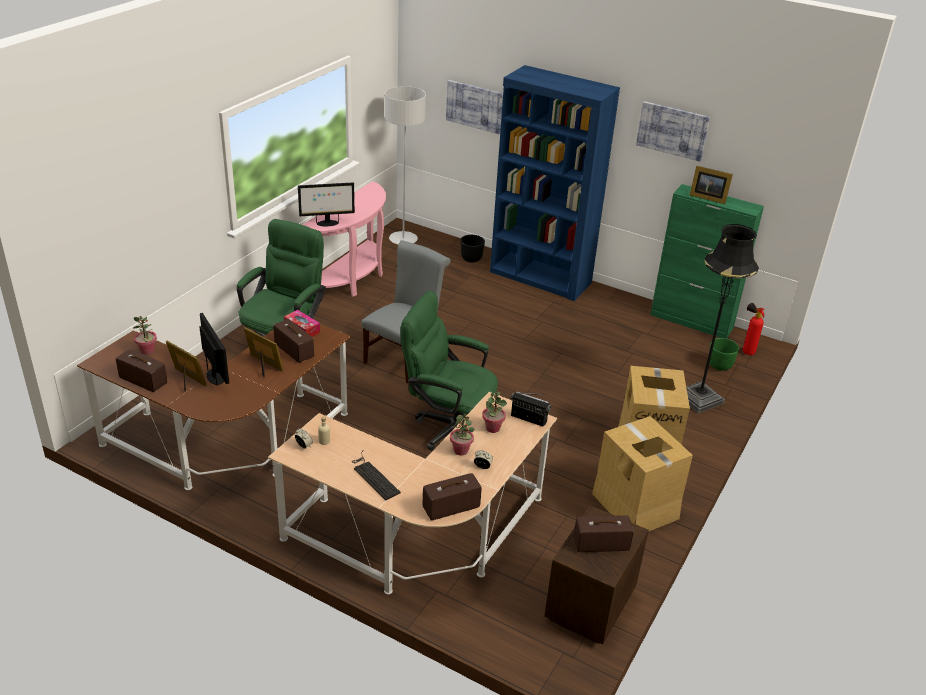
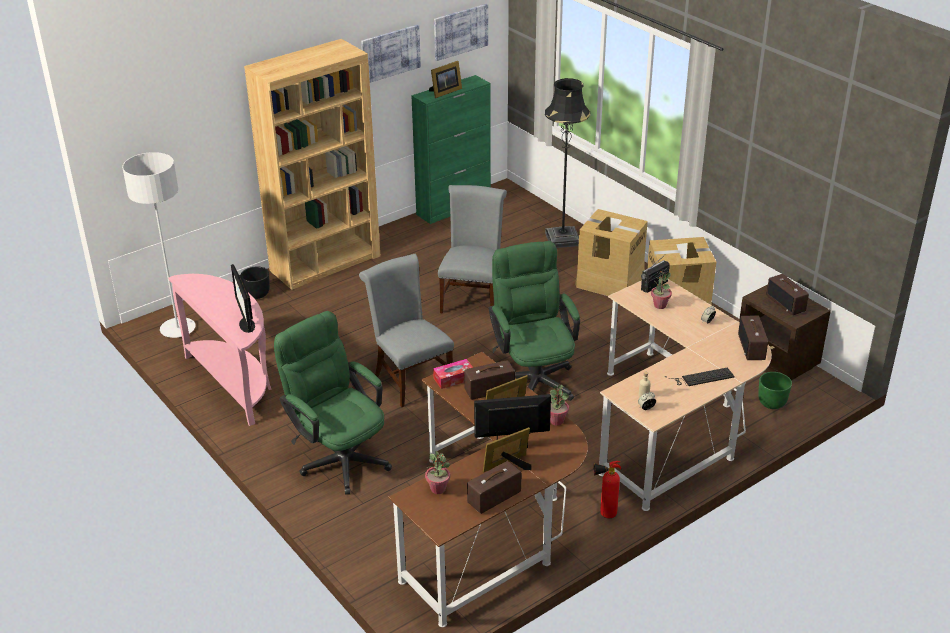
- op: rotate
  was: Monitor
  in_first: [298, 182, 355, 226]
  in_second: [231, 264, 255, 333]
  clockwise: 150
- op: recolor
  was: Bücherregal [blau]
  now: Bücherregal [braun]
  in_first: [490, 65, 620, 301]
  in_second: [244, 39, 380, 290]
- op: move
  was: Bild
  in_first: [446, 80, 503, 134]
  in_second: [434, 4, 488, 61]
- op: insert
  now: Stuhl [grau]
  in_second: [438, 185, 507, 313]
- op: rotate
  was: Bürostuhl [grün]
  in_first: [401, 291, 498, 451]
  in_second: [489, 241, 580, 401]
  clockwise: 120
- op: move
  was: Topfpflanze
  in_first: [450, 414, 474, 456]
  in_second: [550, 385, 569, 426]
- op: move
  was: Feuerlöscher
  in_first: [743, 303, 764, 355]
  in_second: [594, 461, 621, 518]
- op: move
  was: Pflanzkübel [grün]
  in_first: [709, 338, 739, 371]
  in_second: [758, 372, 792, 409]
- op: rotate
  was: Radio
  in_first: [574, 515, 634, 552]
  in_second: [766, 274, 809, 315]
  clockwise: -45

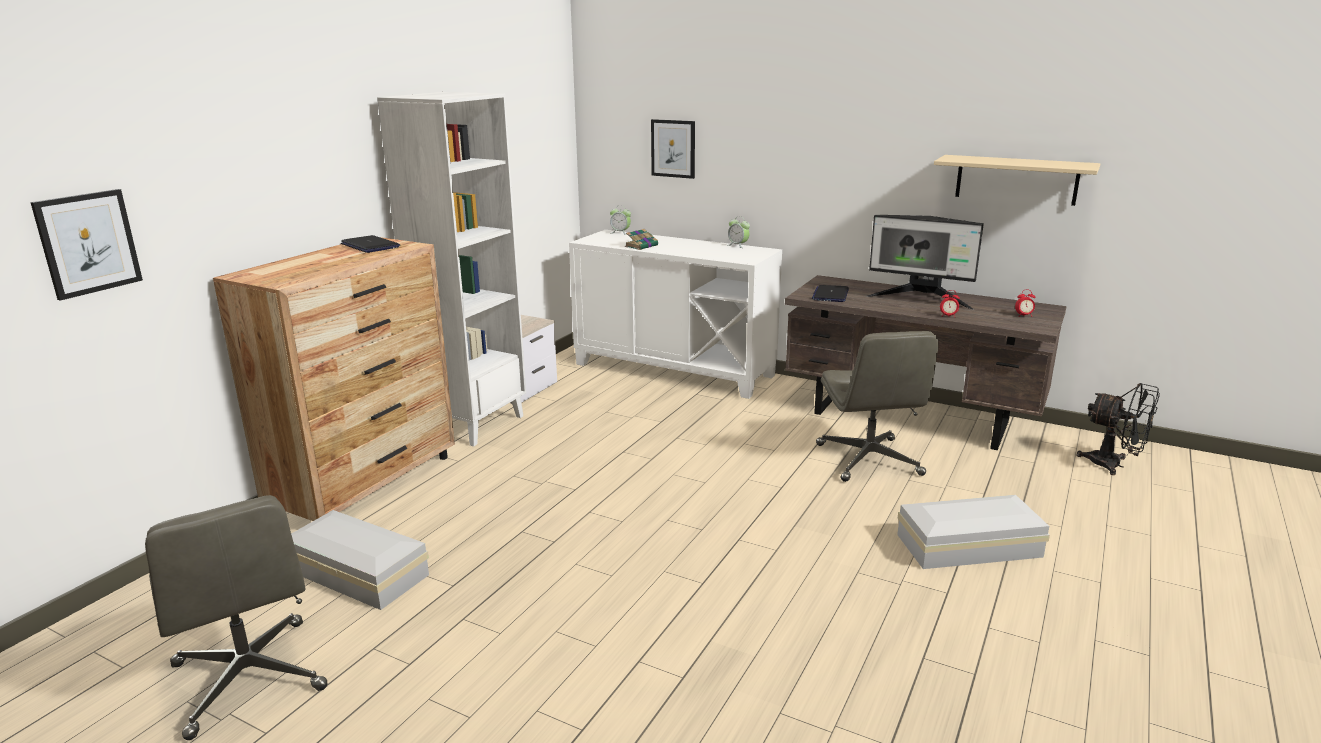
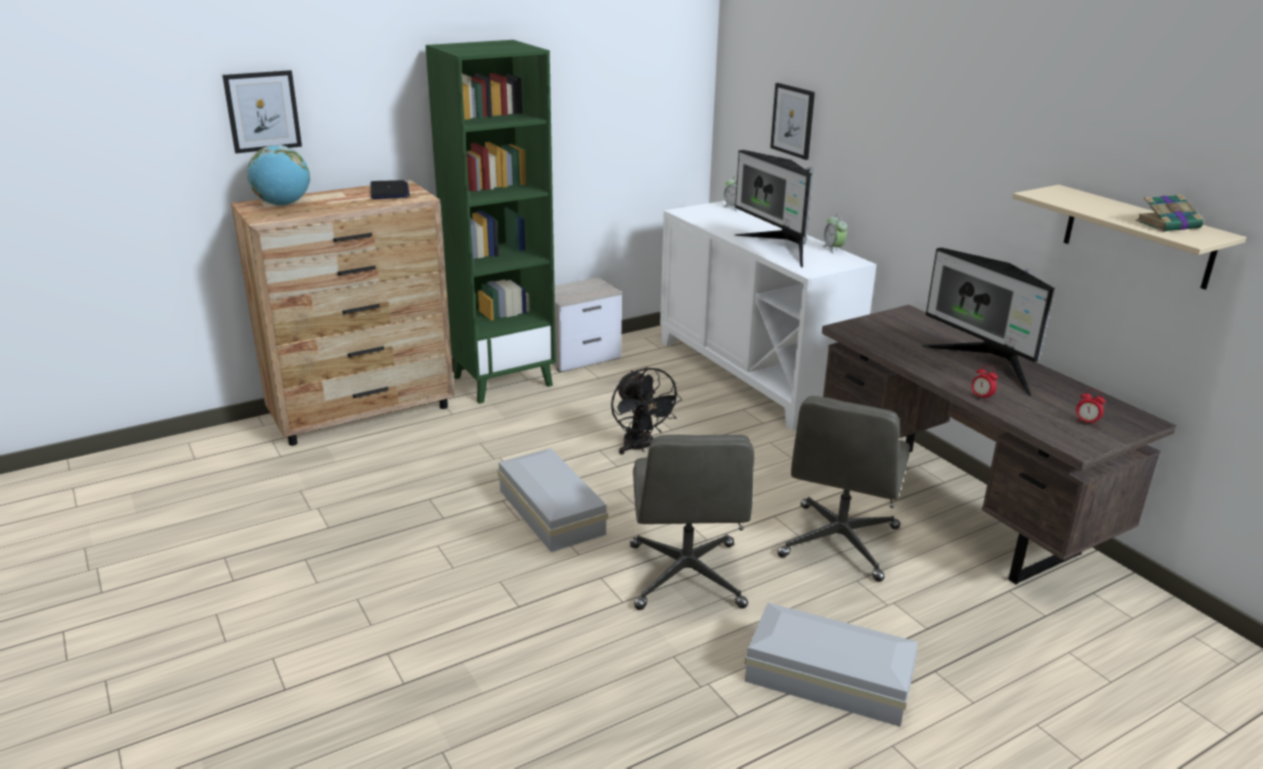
- op: move
  was: Bild
  in_first: [30, 189, 143, 301]
  in_second: [222, 70, 302, 153]
- op: insert
  now: Globus
  in_second: [247, 145, 310, 206]
- op: recolor
  was: Bücherregal [weiß]
  now: Bücherregal [grün]
  in_first: [377, 92, 526, 446]
  in_second: [426, 40, 556, 404]
- op: move
  was: Aufbewahrungsbox [weiß]
  in_first: [291, 510, 429, 610]
  in_second: [497, 448, 608, 552]
- op: move
  was: Ventilator [schwarz]
  in_first: [1076, 383, 1160, 475]
  in_second: [611, 367, 682, 454]
- op: move
  was: Bürostuhl [grau]
  in_first: [145, 495, 327, 740]
  in_second: [630, 435, 754, 610]
- op: insert
  now: Monitor
  in_second: [735, 150, 813, 268]
- op: move
  was: Buch
  in_first: [625, 229, 659, 250]
  in_second: [1136, 194, 1204, 232]
- op: delete
  was: Laptop
  in_first: [812, 285, 849, 302]

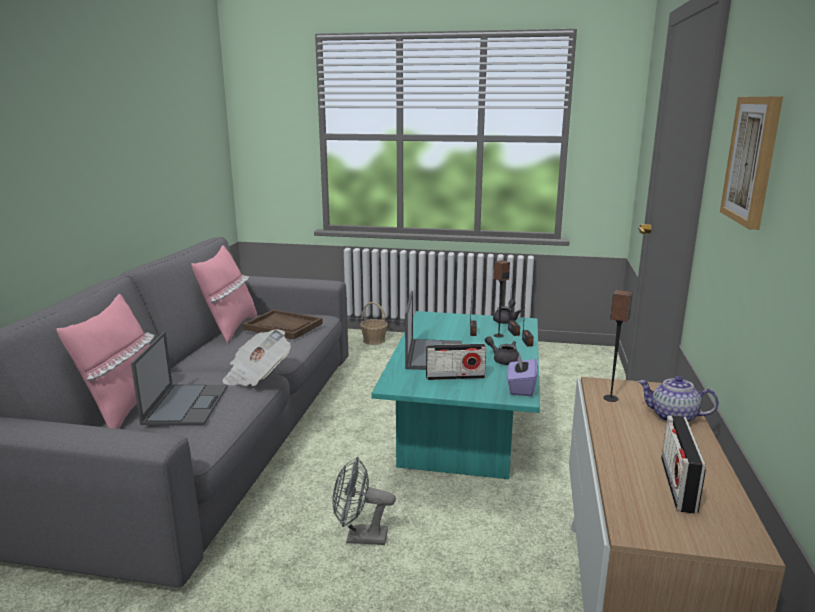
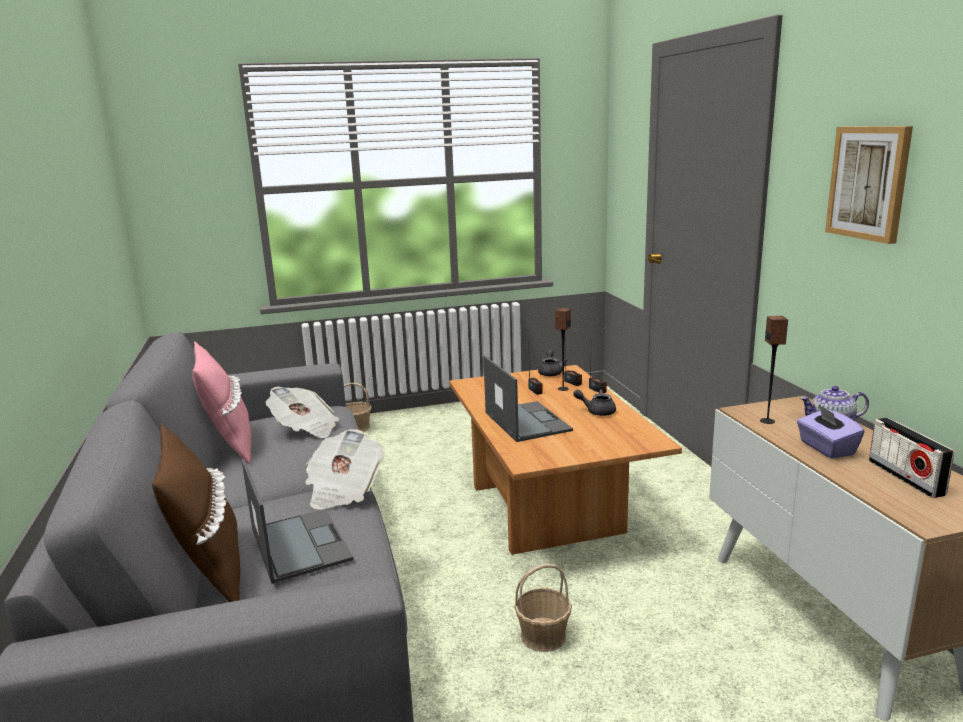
- op: recolor
  was: Kissen [rosa]
  now: Kissen [braun]
  in_first: [57, 294, 155, 429]
  in_second: [152, 424, 240, 602]
- op: replace
  was: Tablett [braun]
  now: Zeitung
  in_first: [243, 310, 323, 339]
  in_second: [266, 387, 339, 438]
- op: recolor
  was: Couchtisch [türkis]
  now: Couchtisch [braun]
  in_first: [371, 311, 540, 479]
  in_second: [449, 365, 682, 555]
- op: replace
  was: Ventilator [grau]
  now: Korb
  in_first: [332, 457, 396, 545]
  in_second: [514, 564, 572, 652]
- op: move
  was: Taschentuchbox [lila]
  in_first: [507, 352, 538, 396]
  in_second: [797, 405, 864, 459]
- op: delete
  was: Radio
  in_first: [426, 343, 486, 380]

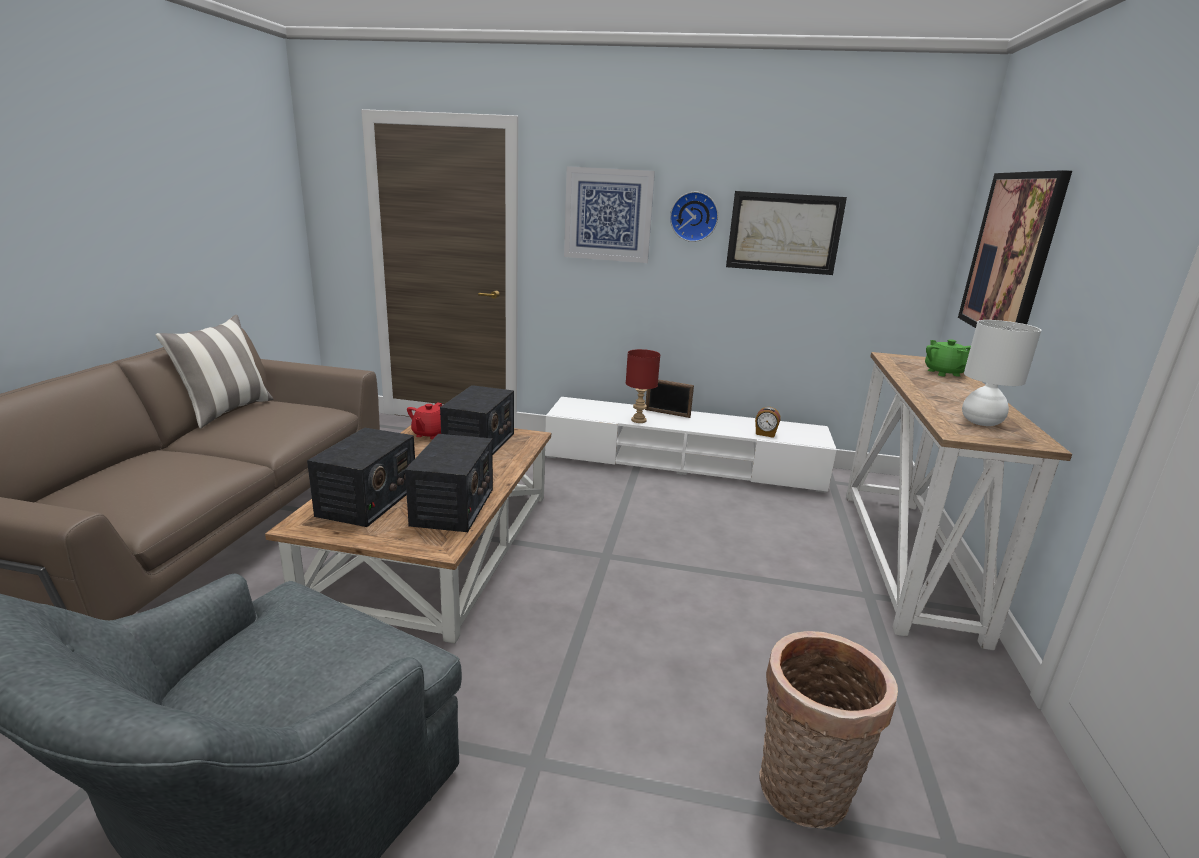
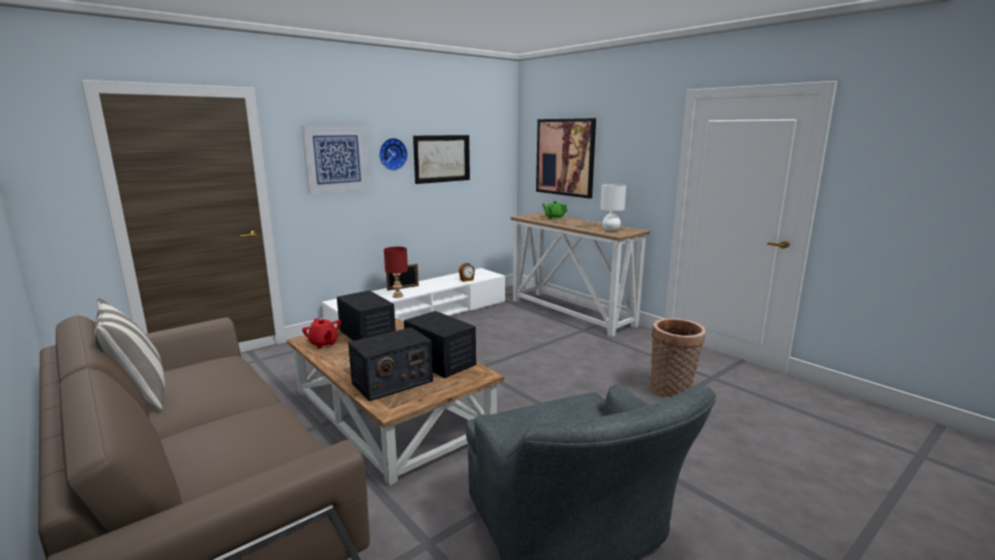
- op: rotate
  was: Radio
  in_first: [307, 428, 415, 527]
  in_second: [348, 327, 433, 401]
  clockwise: 90

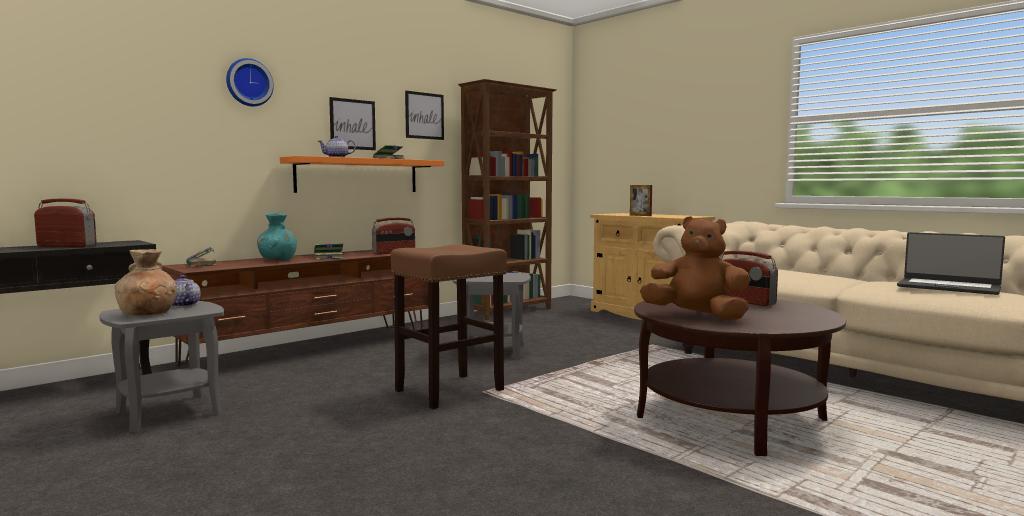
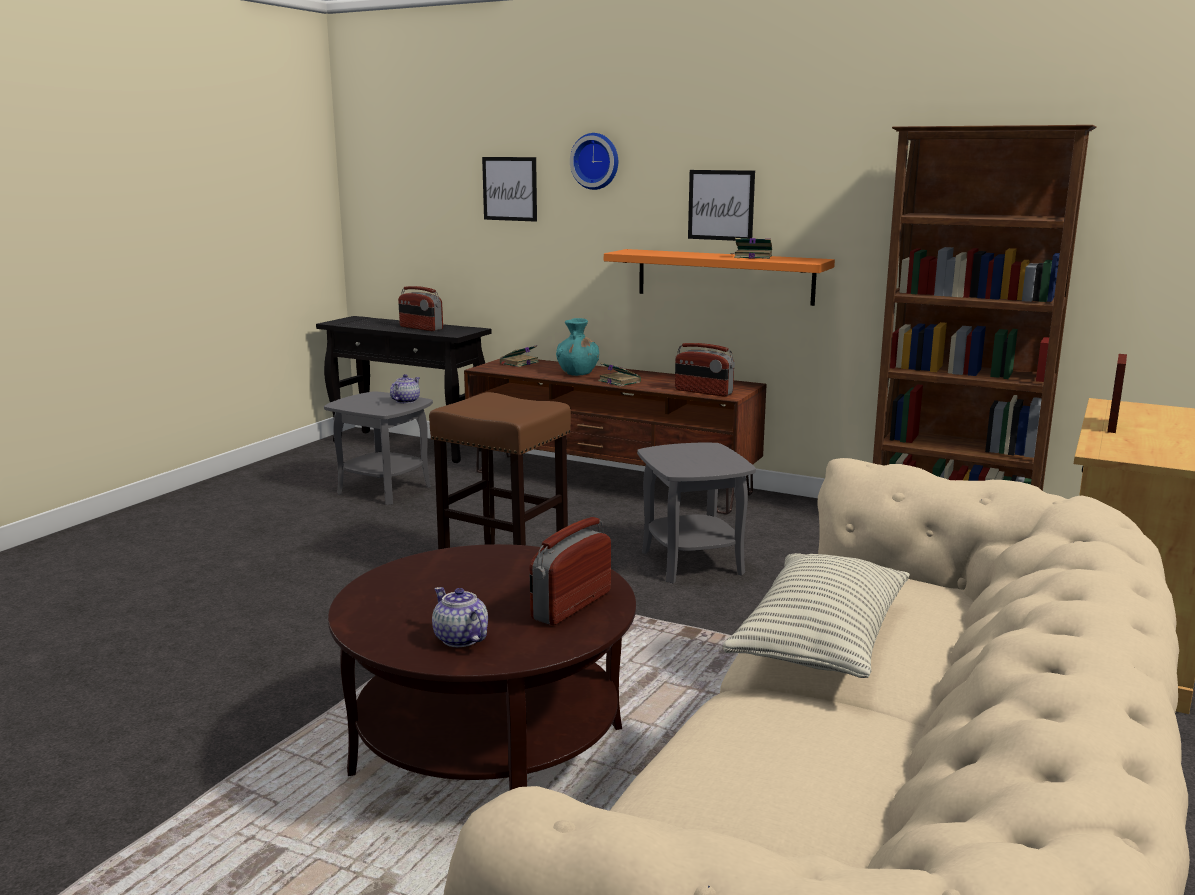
- op: rotate
  was: Radio
  in_first: [34, 199, 97, 247]
  in_second: [398, 286, 443, 331]
  clockwise: 135
- op: move
  was: Teekanne
  in_first: [318, 136, 356, 157]
  in_second: [432, 587, 488, 647]
- op: move
  was: Bild
  in_first: [405, 91, 444, 140]
  in_second: [482, 157, 537, 222]
- op: insert
  now: Kissen
  in_second: [723, 553, 910, 678]
- op: delete
  was: Vase [braun]
  in_first: [114, 249, 177, 316]
- op: delete
  was: Plüschtier [braun]
  in_first: [640, 216, 751, 320]
- op: delete
  was: Laptop
  in_first: [897, 232, 1005, 295]

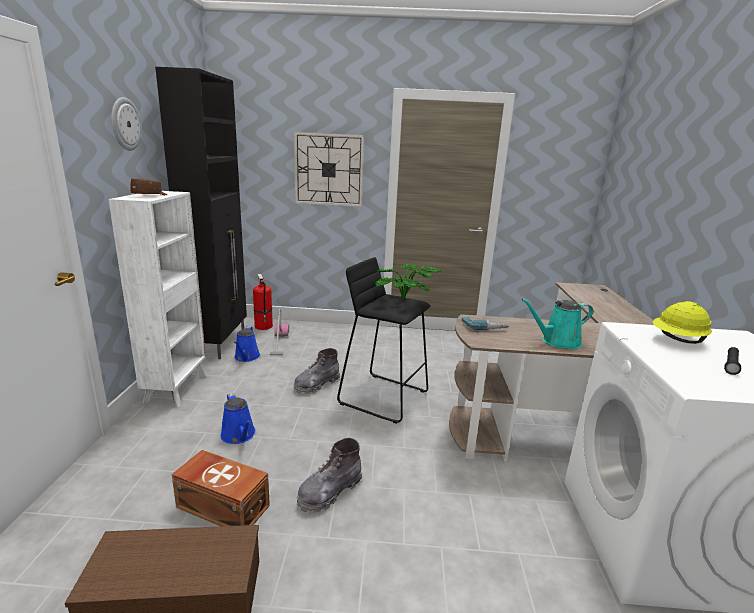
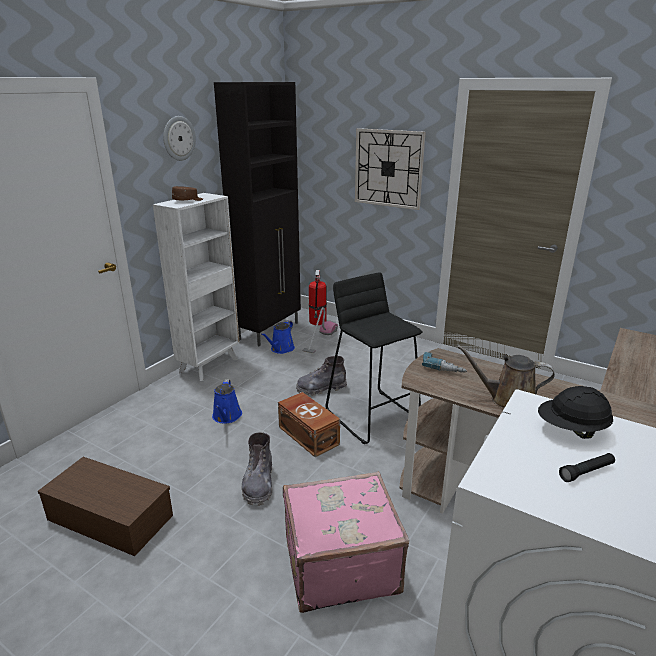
- op: rotate
  was: Stiefel [grau]
  in_first: [297, 438, 362, 513]
  in_second: [241, 432, 272, 506]
  clockwise: -75
- op: move
  was: Aufbewahrungsbox [braun]
  in_first: [172, 450, 270, 526]
  in_second: [278, 392, 340, 457]
- op: insert
  now: Koffer [rosa]
  in_second: [283, 471, 409, 613]
- op: recolor
  was: Gießkanne [türkis]
  now: Gießkanne [braun]
  in_first: [521, 299, 593, 349]
  in_second: [457, 345, 555, 409]
- op: recolor
  was: Schutzhelm [gelb]
  now: Schutzhelm [schwarz]
  in_first: [653, 301, 712, 344]
  in_second: [538, 386, 613, 439]
- op: delete
  was: Topfpflanze
  in_first: [375, 264, 441, 300]

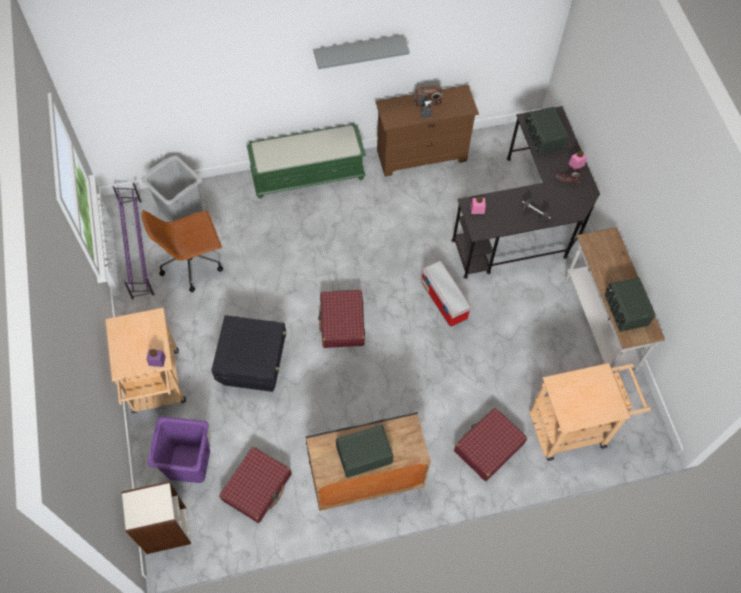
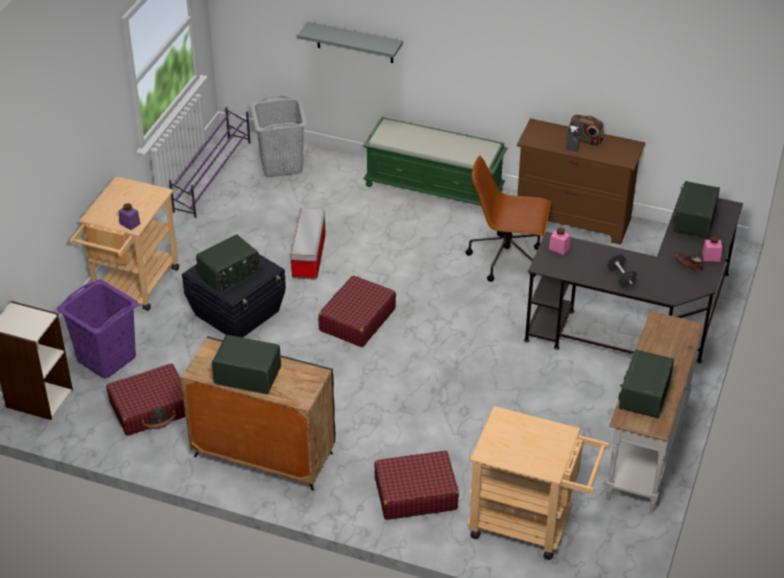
- op: insert
  now: Radio
  in_second: [196, 234, 260, 293]
- op: move
  was: Aufbewahrungsbox
  in_first: [422, 260, 471, 327]
  in_second: [290, 208, 326, 280]
- op: move
  was: Wandregal [grau]
  in_first: [313, 34, 410, 69]
  in_second: [297, 22, 403, 63]
- op: move
  was: Bürostuhl [braun]
  in_first: [141, 210, 223, 292]
  in_second: [466, 156, 551, 282]

